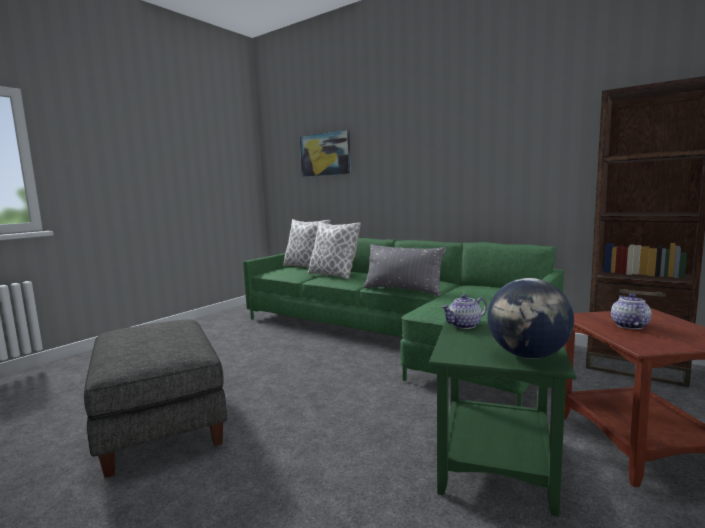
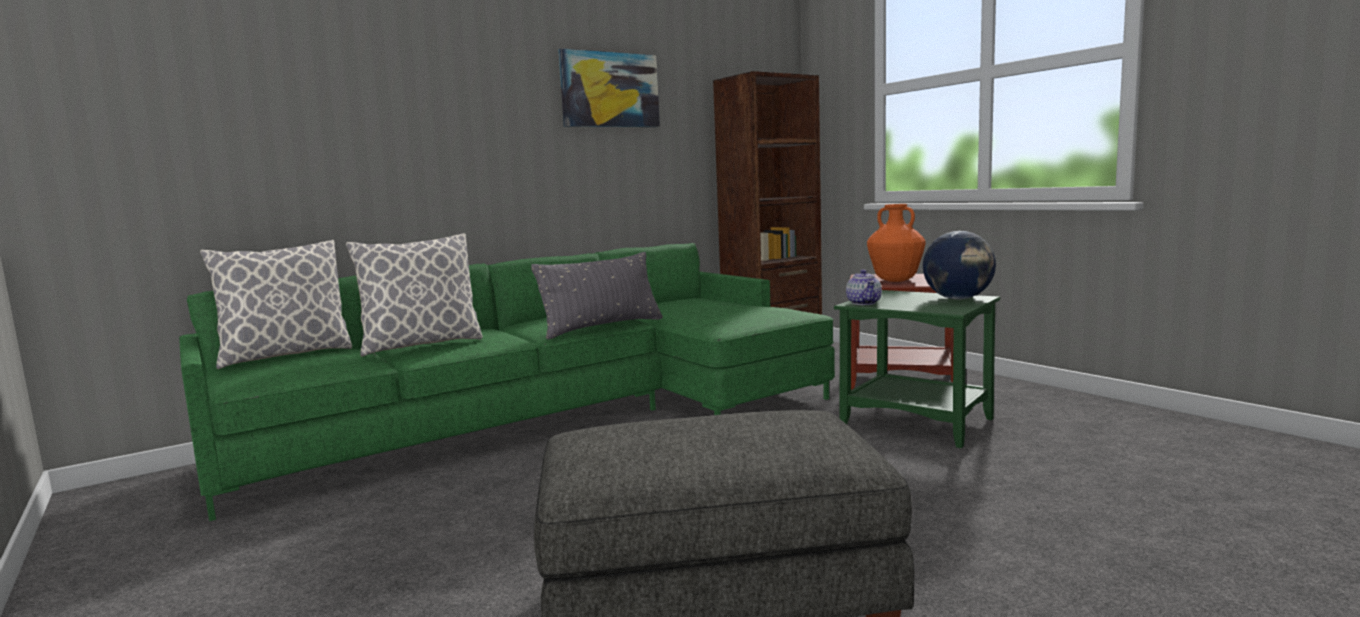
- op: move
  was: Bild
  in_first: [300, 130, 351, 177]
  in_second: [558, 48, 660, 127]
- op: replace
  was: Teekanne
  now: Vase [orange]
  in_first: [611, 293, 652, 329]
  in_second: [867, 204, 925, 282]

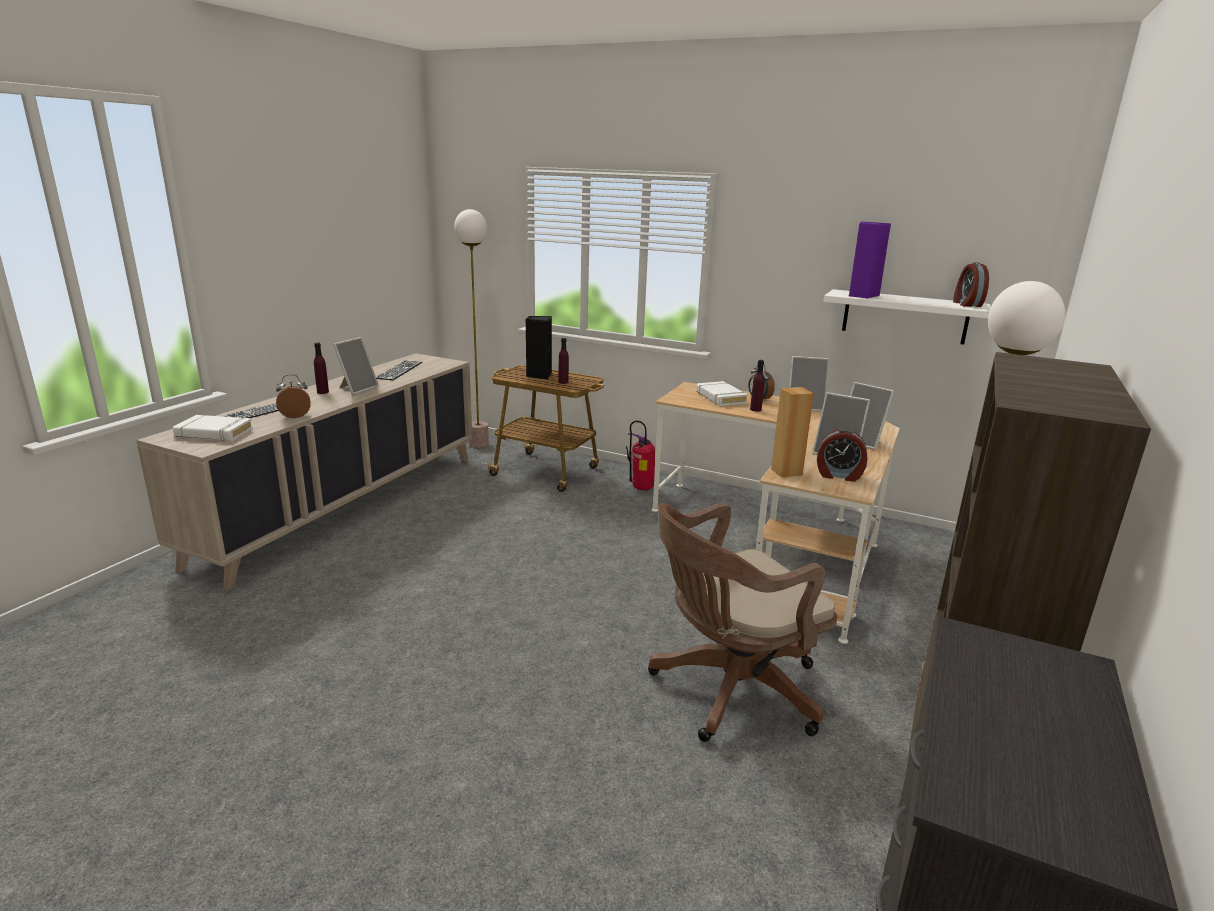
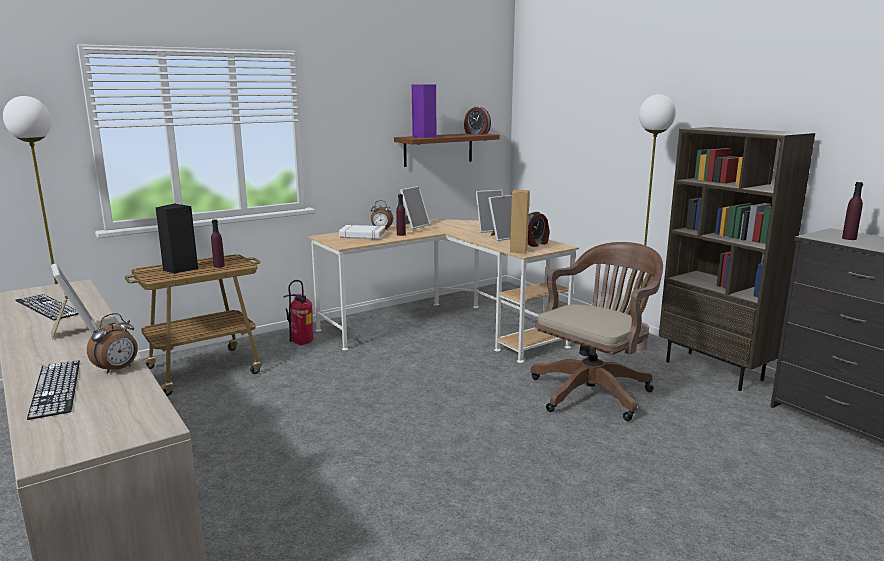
- op: rotate
  was: Wecker
  in_first: [276, 374, 311, 418]
  in_second: [87, 313, 138, 374]
  clockwise: -150
- op: recolor
  was: Wandregal [weiß]
  now: Wandregal [braun]
  in_first: [823, 289, 990, 345]
  in_second: [394, 134, 500, 167]
- op: rotate
  was: Bürostuhl [braun]
  in_first: [648, 503, 837, 742]
  in_second: [530, 242, 663, 421]
  clockwise: -135
- op: move
  was: Flasche [lila]
  in_first: [314, 343, 329, 394]
  in_second: [842, 182, 863, 240]
- op: delete
  was: Buch [weiß]
  in_first: [173, 415, 253, 442]

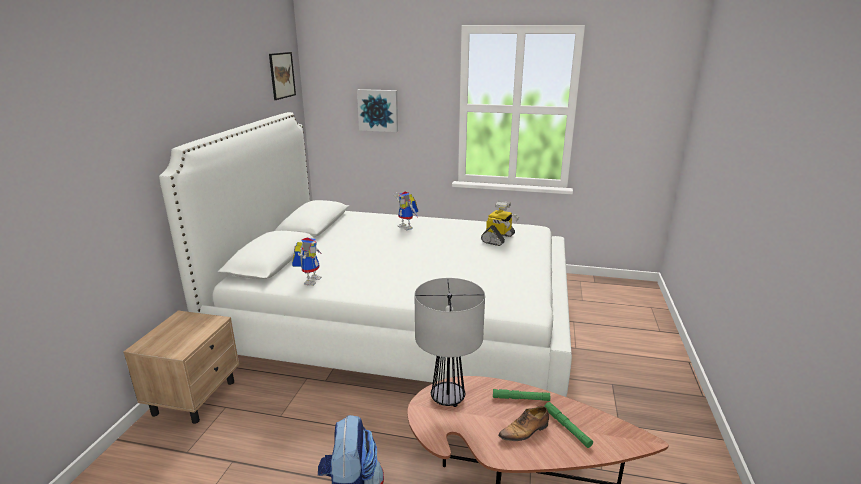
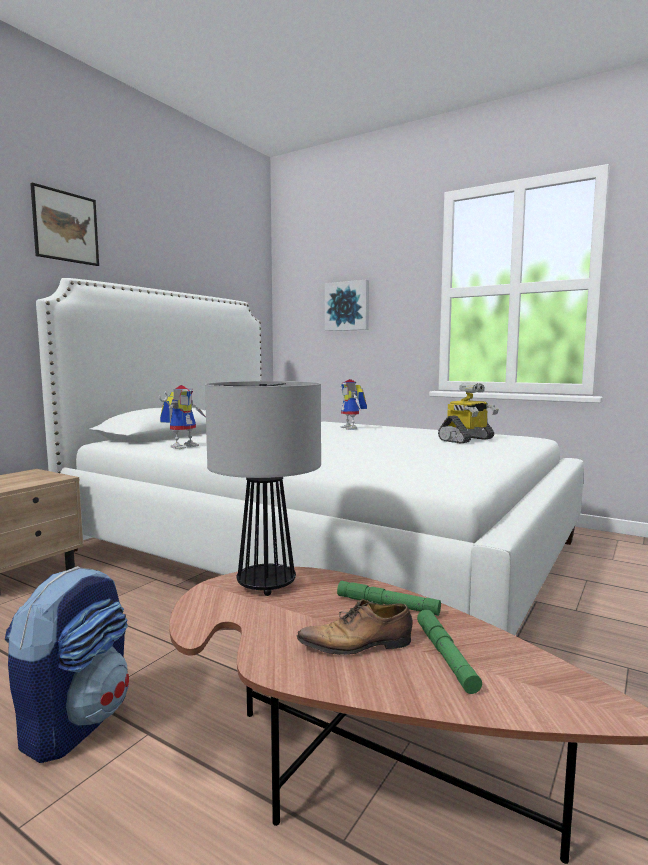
- op: move
  was: Bild
  in_first: [269, 52, 296, 100]
  in_second: [30, 182, 99, 266]

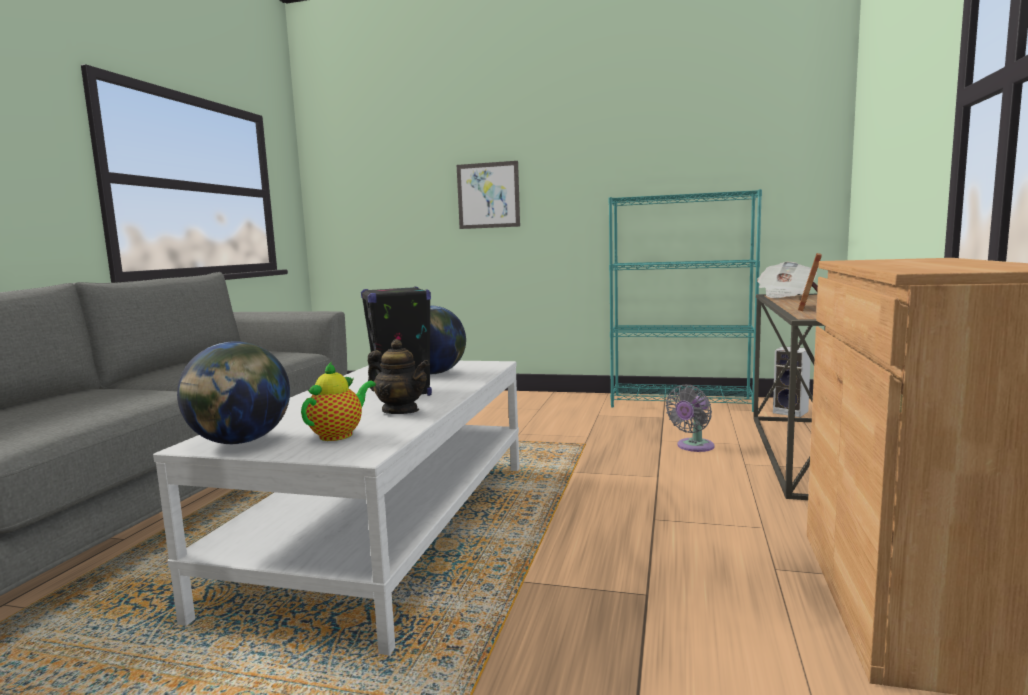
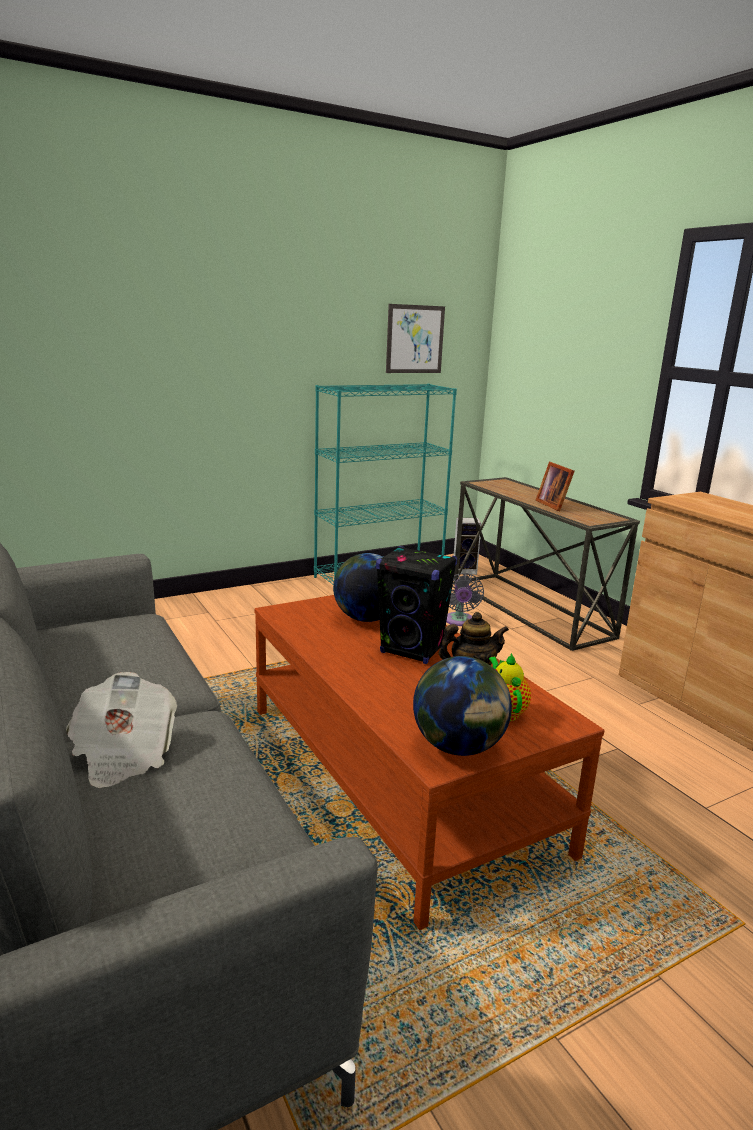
- op: move
  was: Zeitung
  in_first: [757, 262, 817, 298]
  in_second: [66, 672, 177, 788]
- op: recolor
  was: Couchtisch [weiß]
  now: Couchtisch [braun]
  in_first: [153, 361, 519, 655]
  in_second: [255, 595, 604, 930]
- op: move
  was: Bild
  in_first: [457, 161, 520, 229]
  in_second: [386, 304, 445, 373]

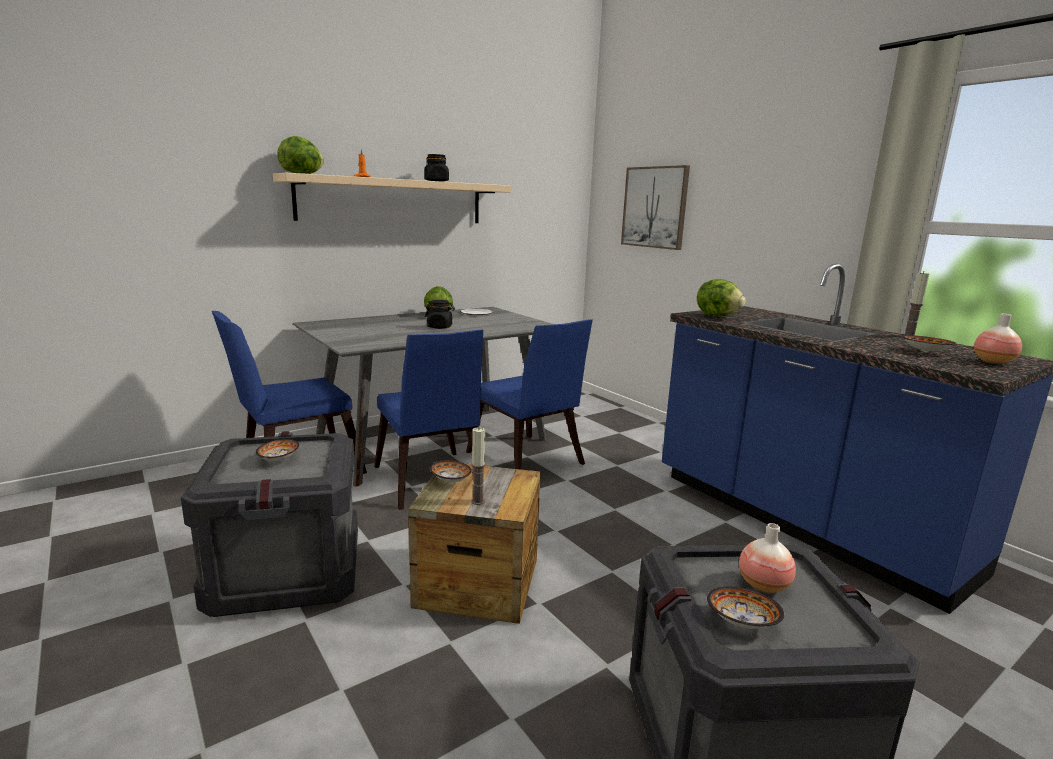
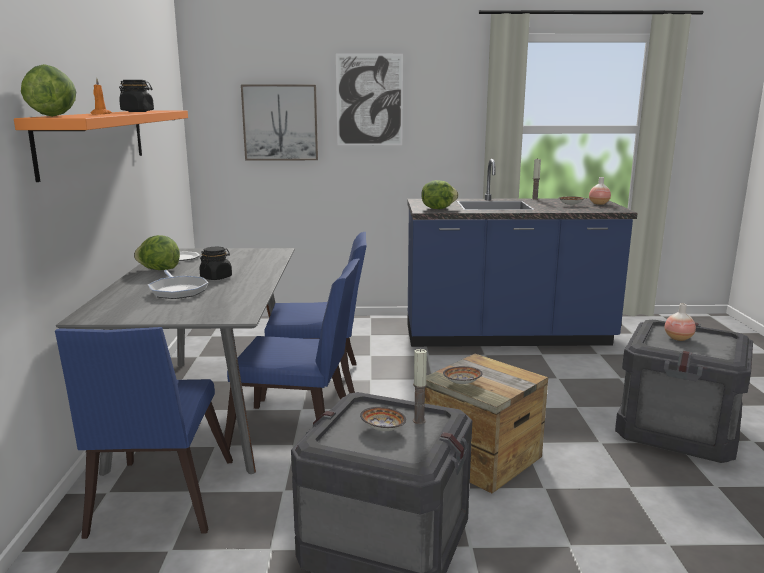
- op: recolor
  was: Wandregal [beige]
  now: Wandregal [orange]
  in_first: [273, 173, 512, 223]
  in_second: [14, 110, 188, 182]
- op: insert
  now: Pfanne
  in_second: [148, 270, 208, 299]
- op: insert
  now: Bild
  in_second: [336, 54, 403, 145]
- op: move
  was: Kerze
  in_first: [471, 427, 486, 505]
  in_second: [413, 349, 427, 424]
- op: delete
  was: Schüssel
  in_first: [707, 586, 784, 629]

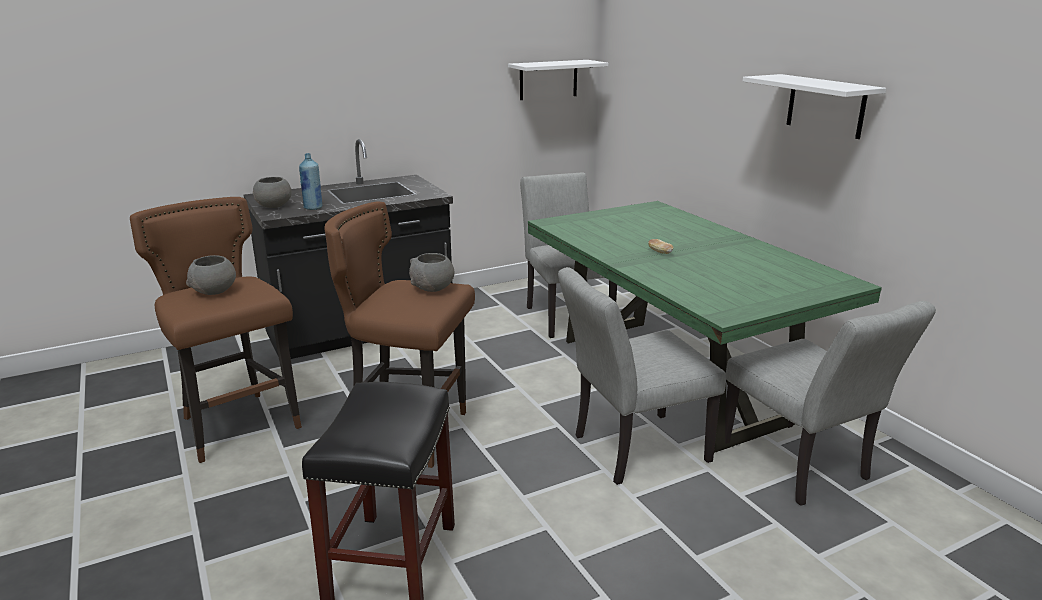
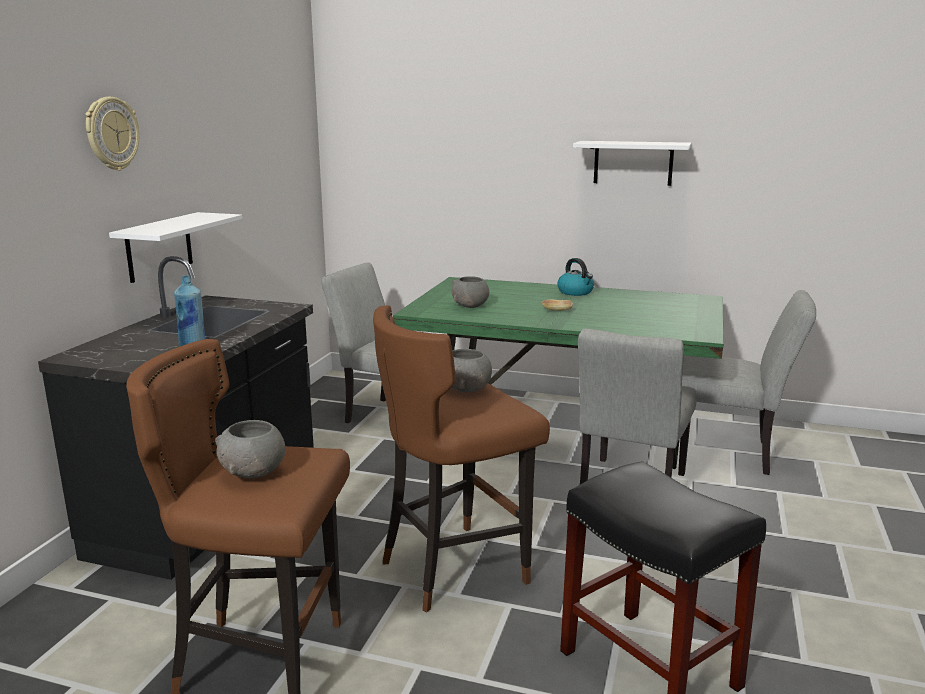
- op: insert
  now: Wanduhr
  in_second: [86, 97, 139, 171]
- op: move
  was: Wandregal [weiß]
  in_first: [508, 60, 608, 100]
  in_second: [109, 212, 242, 283]
- op: move
  was: Schüssel [grau]
  in_first: [253, 177, 292, 208]
  in_second: [452, 276, 489, 308]
- op: insert
  now: Wasserkessel
  in_second: [557, 258, 594, 296]

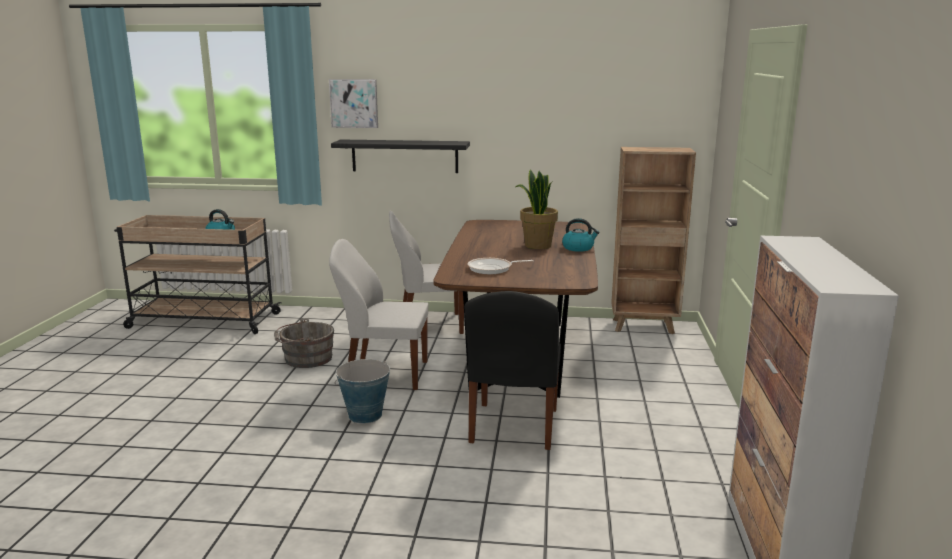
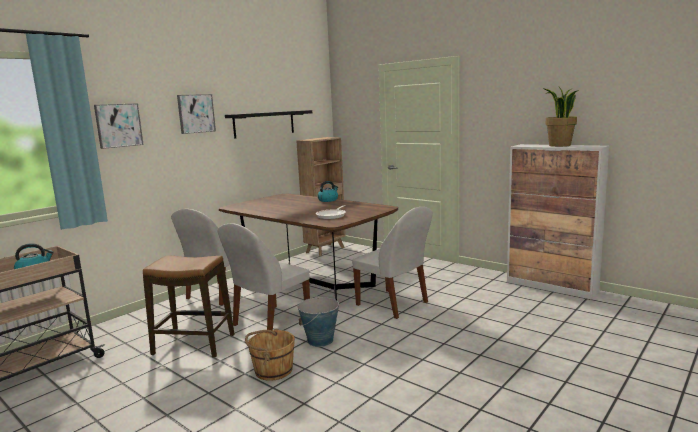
- op: replace
  was: Eimer [grau]
  now: Hocker
  in_first: [274, 318, 334, 368]
  in_second: [143, 256, 234, 358]
- op: insert
  now: Bild
  in_second: [177, 94, 216, 134]
- op: move
  was: Wandregal [schwarz]
  in_first: [331, 140, 470, 173]
  in_second: [225, 110, 312, 138]
- op: insert
  now: Eimer [braun]
  in_second: [245, 329, 295, 381]
- op: recolor
  was: Stuhl [schwarz]
  now: Stuhl [weiß]
  in_first: [465, 291, 561, 450]
  in_second: [352, 207, 433, 319]
- op: move
  was: Topfpflanze
  in_first: [516, 169, 558, 249]
  in_second: [543, 87, 579, 147]

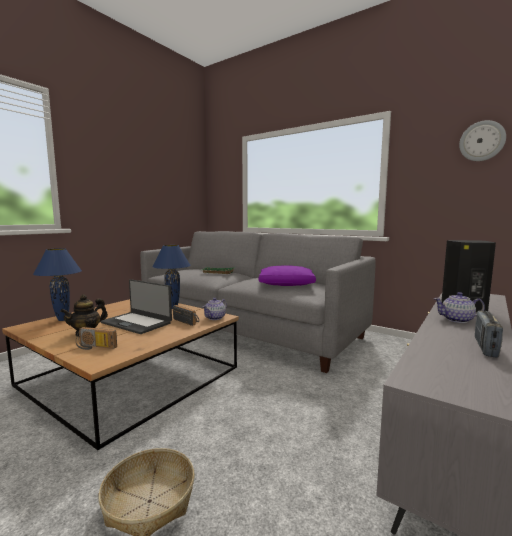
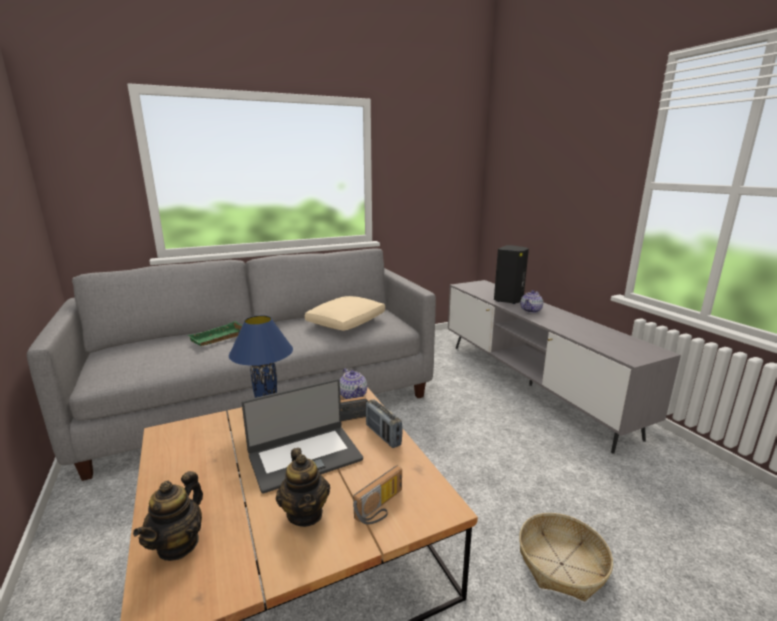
- op: replace
  was: Tischlampe [blau]
  now: Teekanne
  in_first: [33, 248, 82, 321]
  in_second: [133, 471, 203, 561]
- op: recolor
  was: Kissen [lila]
  now: Kissen [beige]
  in_first: [259, 265, 316, 286]
  in_second: [305, 296, 385, 331]
- op: move
  was: Radio
  in_first: [475, 310, 503, 358]
  in_second: [366, 399, 403, 448]
- op: delete
  was: Wanduhr
  in_first: [459, 120, 506, 161]

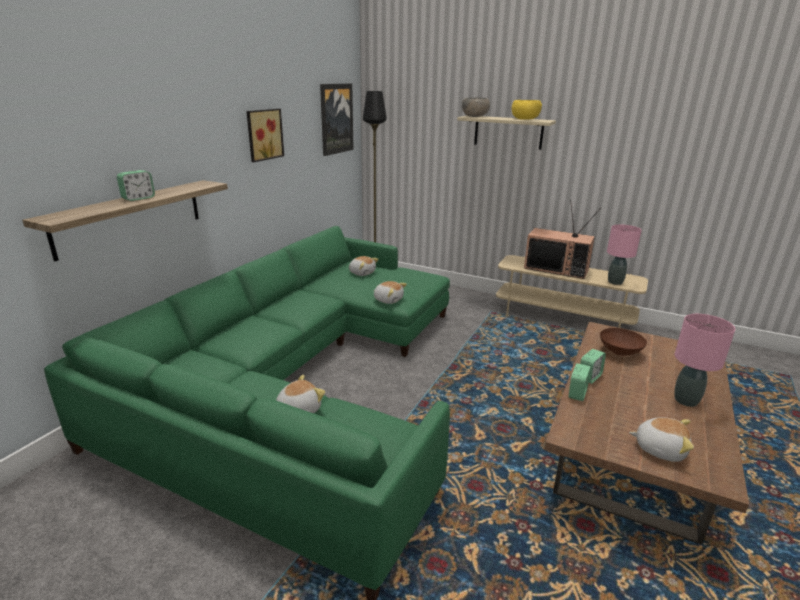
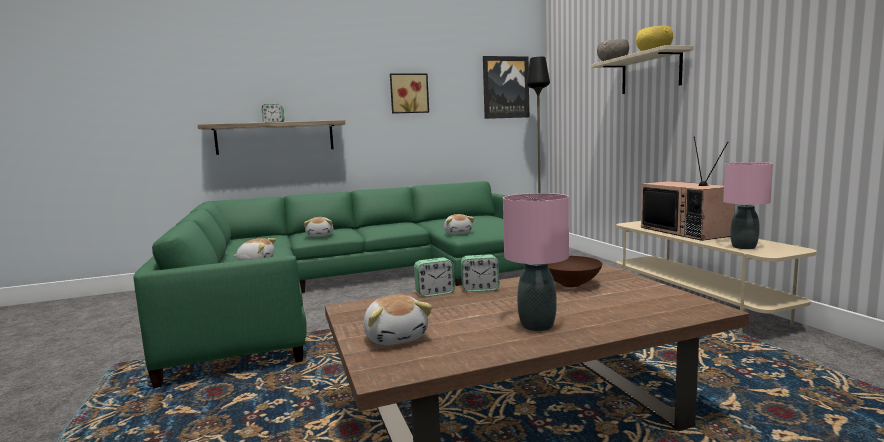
- op: move
  was: Plüschtier
  in_first: [349, 256, 379, 276]
  in_second: [304, 217, 333, 237]

